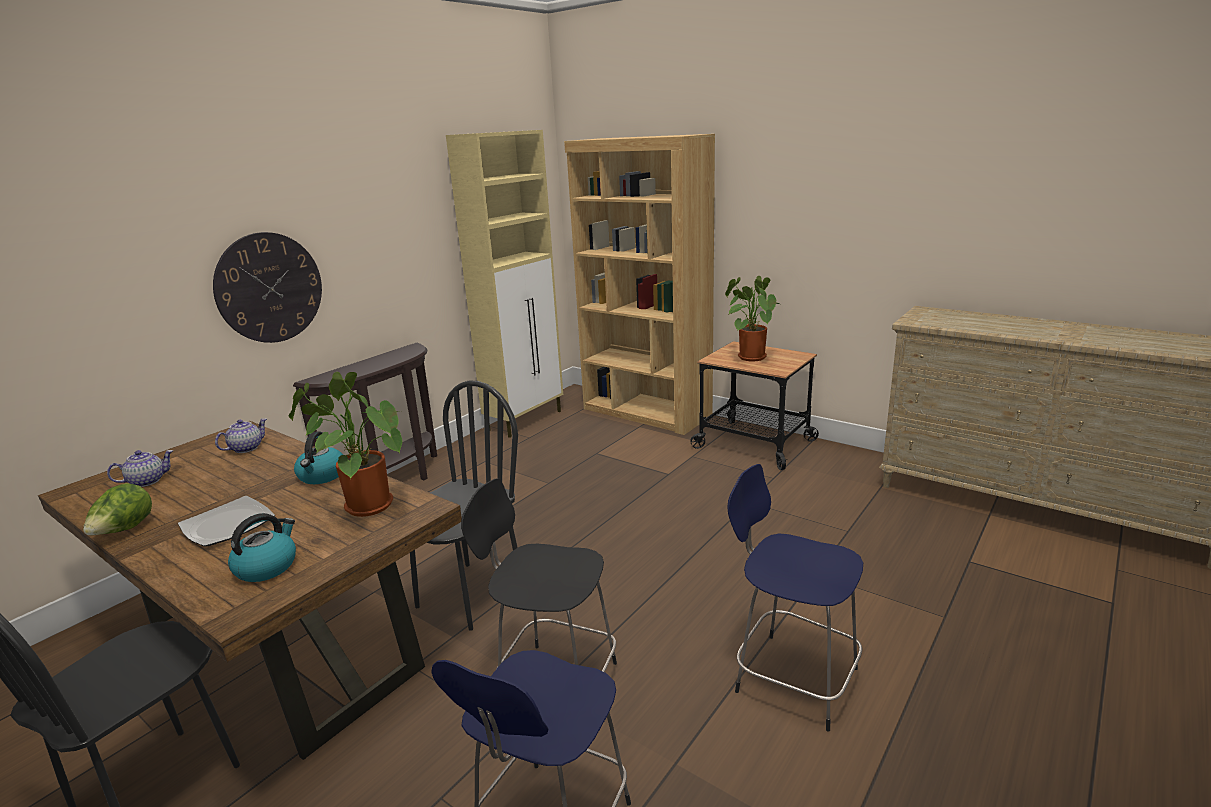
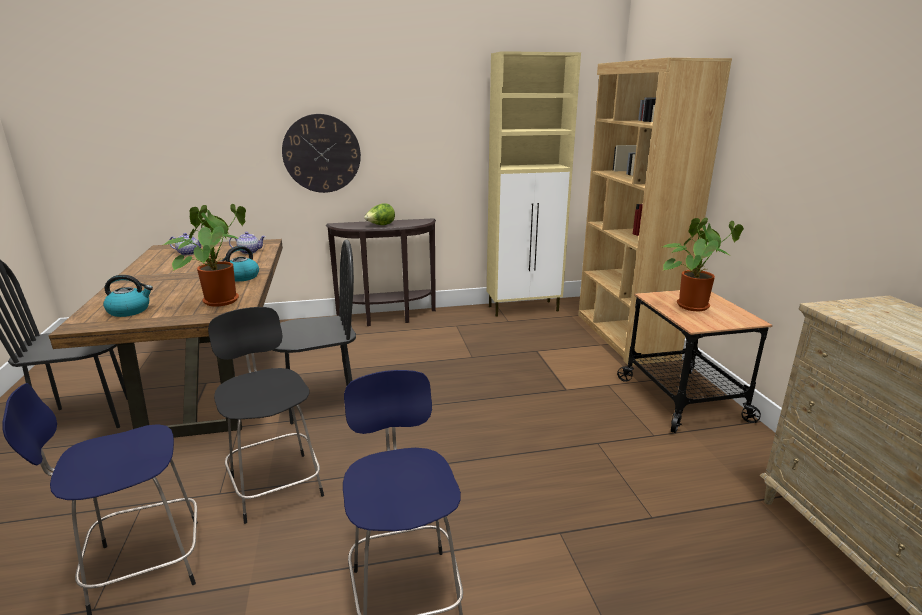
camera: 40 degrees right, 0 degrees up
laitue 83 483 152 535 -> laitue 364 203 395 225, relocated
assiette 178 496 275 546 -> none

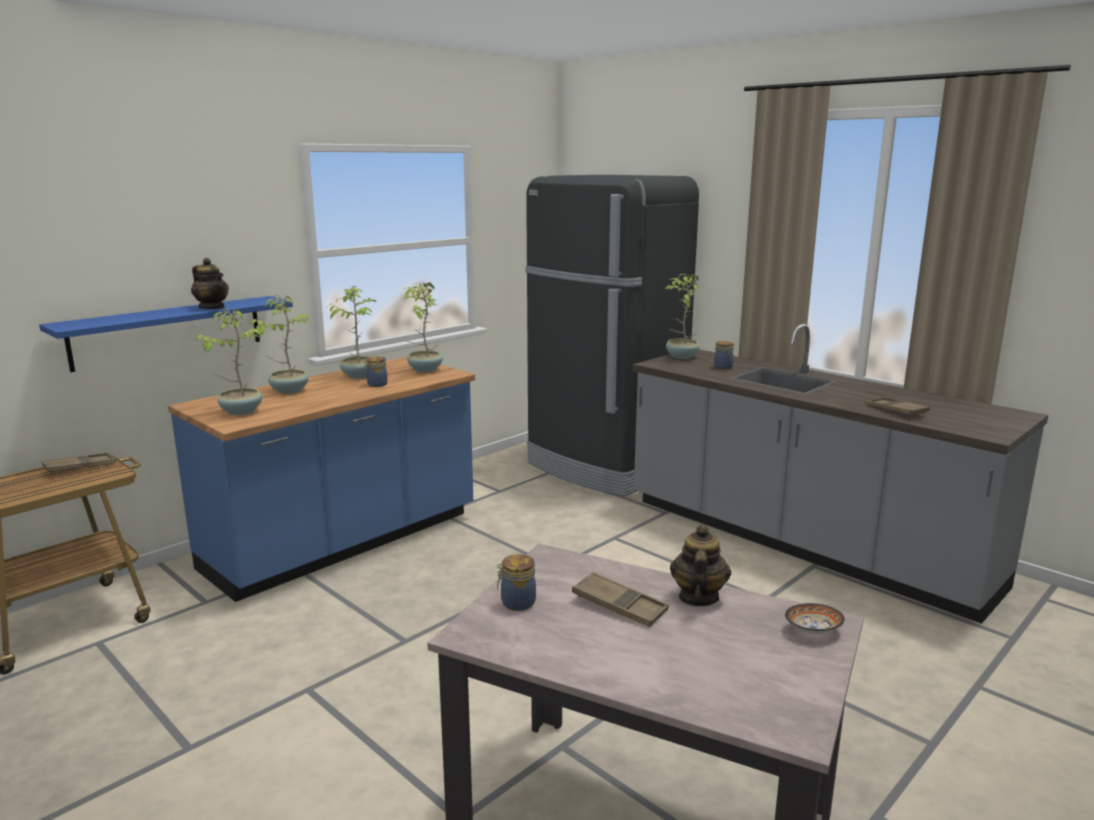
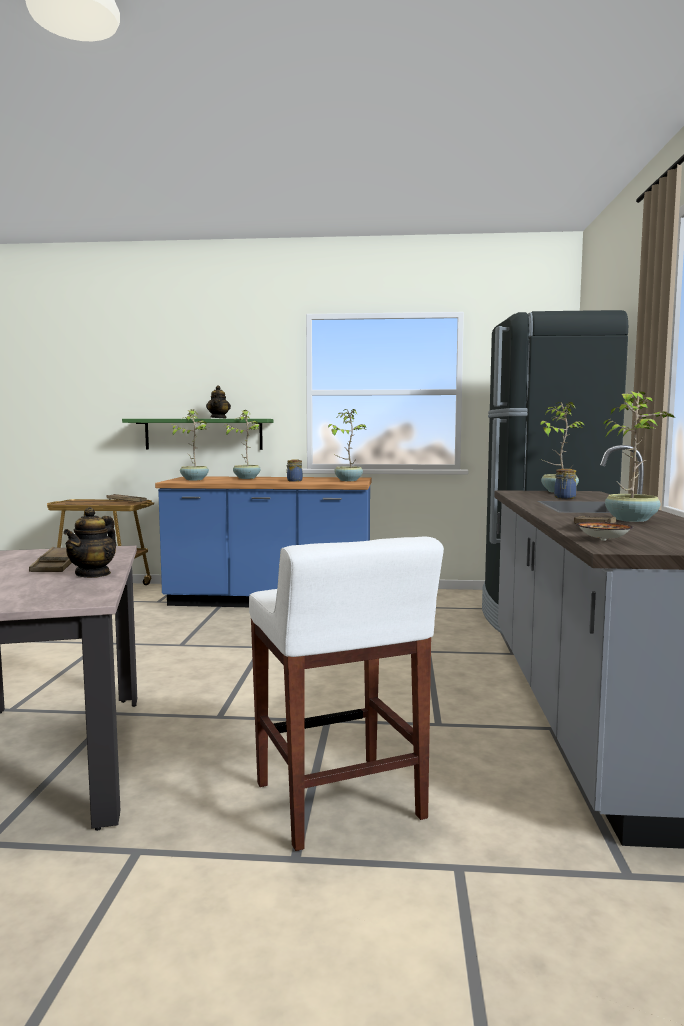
camera: 50 degrees right, 10 degrees down
plante en pot 327 286 377 379 -> plante en pot 603 391 675 522, relocated
étagère/bleu 39 296 293 372 -> étagère/vert 122 419 273 450
théière 670 524 731 606 -> théière 63 507 117 578, 135 degrees clockwise
bocal 497 554 536 611 -> none
bol 785 603 845 634 -> bol 576 522 633 541, relocated
none -> tabouret/blanc 249 536 444 851

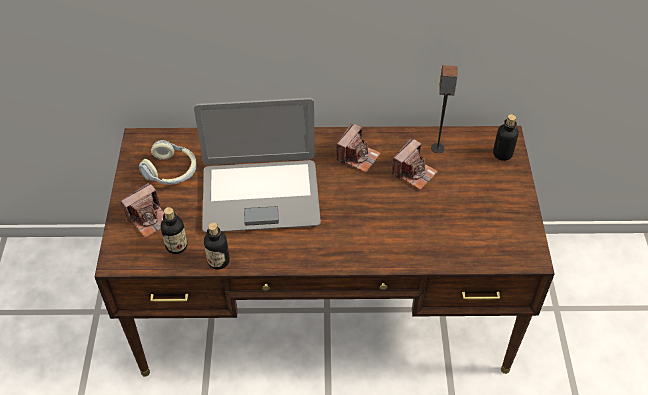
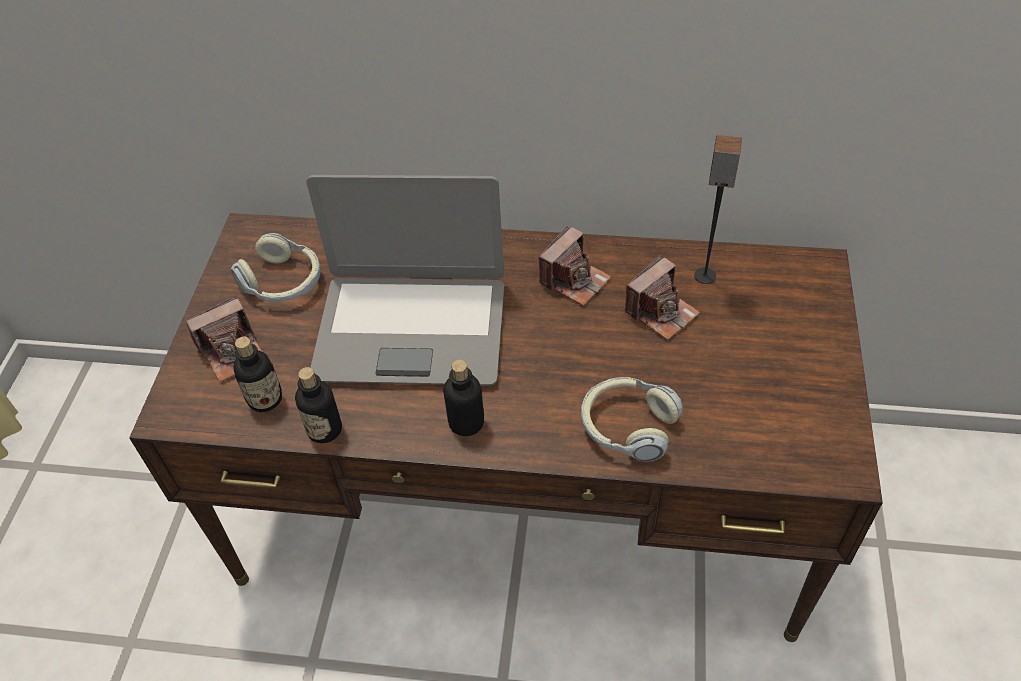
camera: 10 degrees right, 0 degrees up
bouteille 493 114 519 161 -> bouteille 443 360 484 436, relocated
none -> casque audio 581 377 683 462

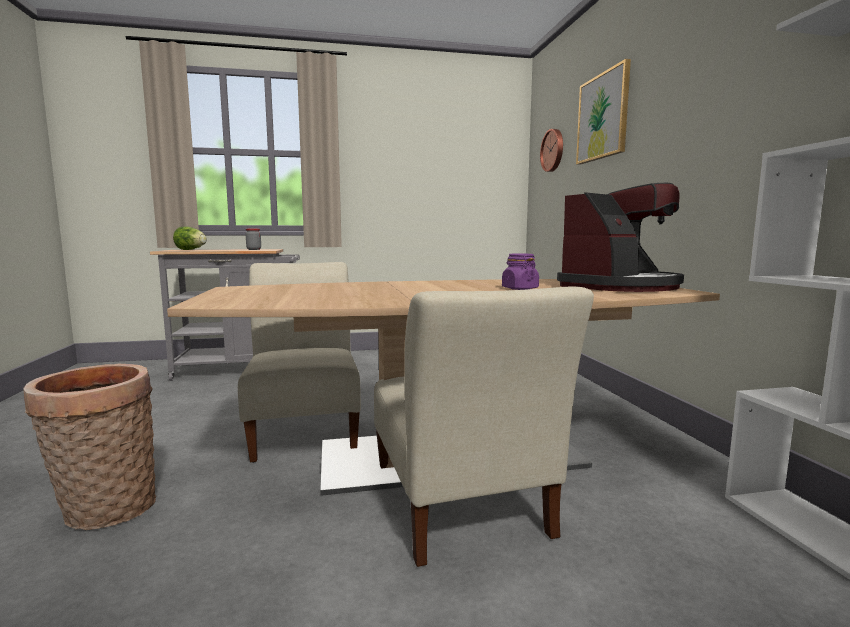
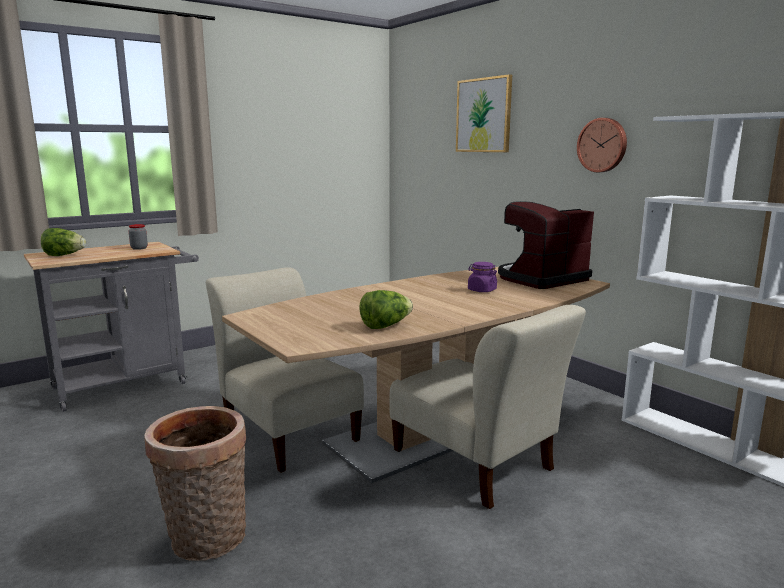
camera: 25 degrees left, 5 degrees up
horloge murale 540 129 563 172 -> horloge murale 577 118 627 172, relocated
machine à café 557 183 684 292 -> machine à café 498 201 594 289, 150 degrees counterclockwise
none -> laitue 359 290 413 329

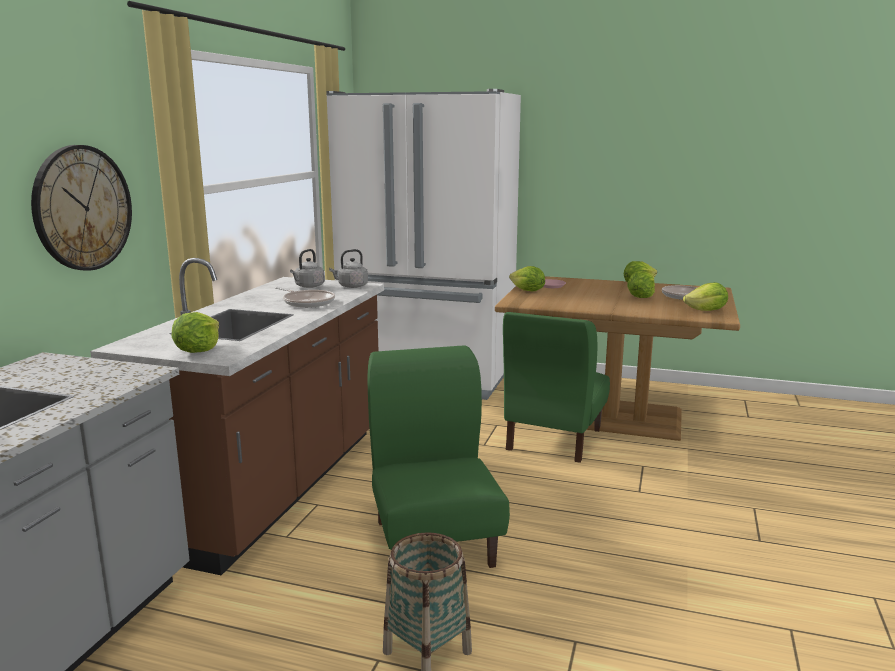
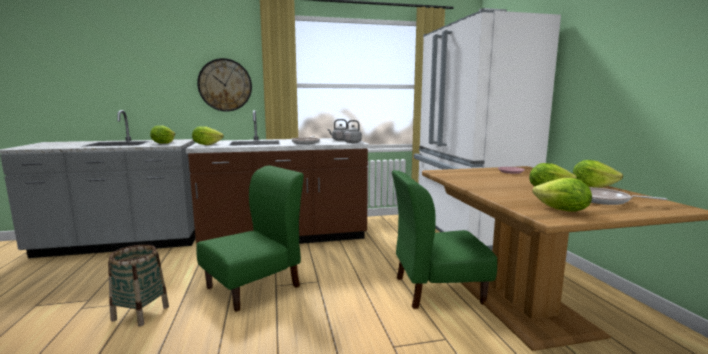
camera: 60 degrees right, 5 degrees down
laitue 509 266 545 292 -> laitue 150 125 176 144, relocated

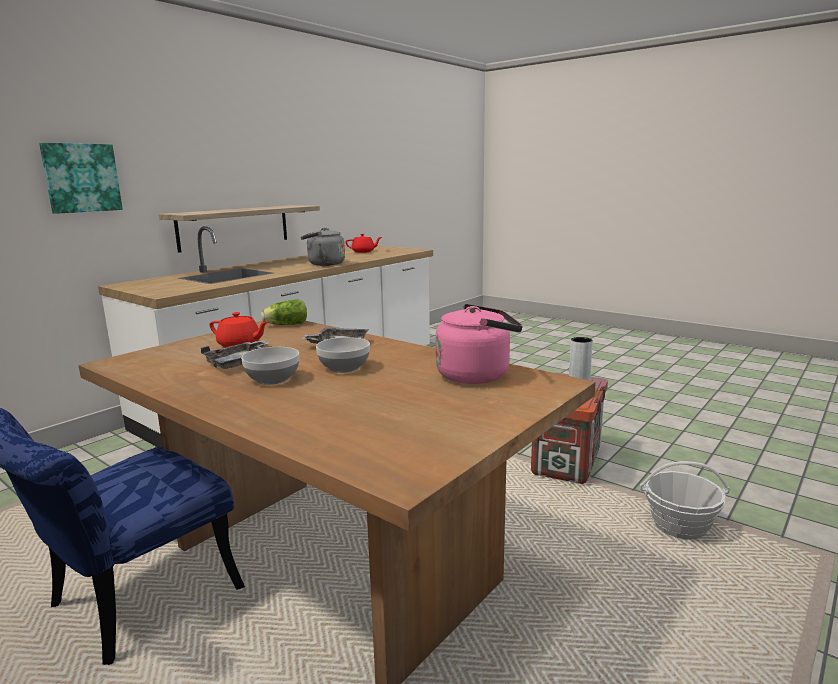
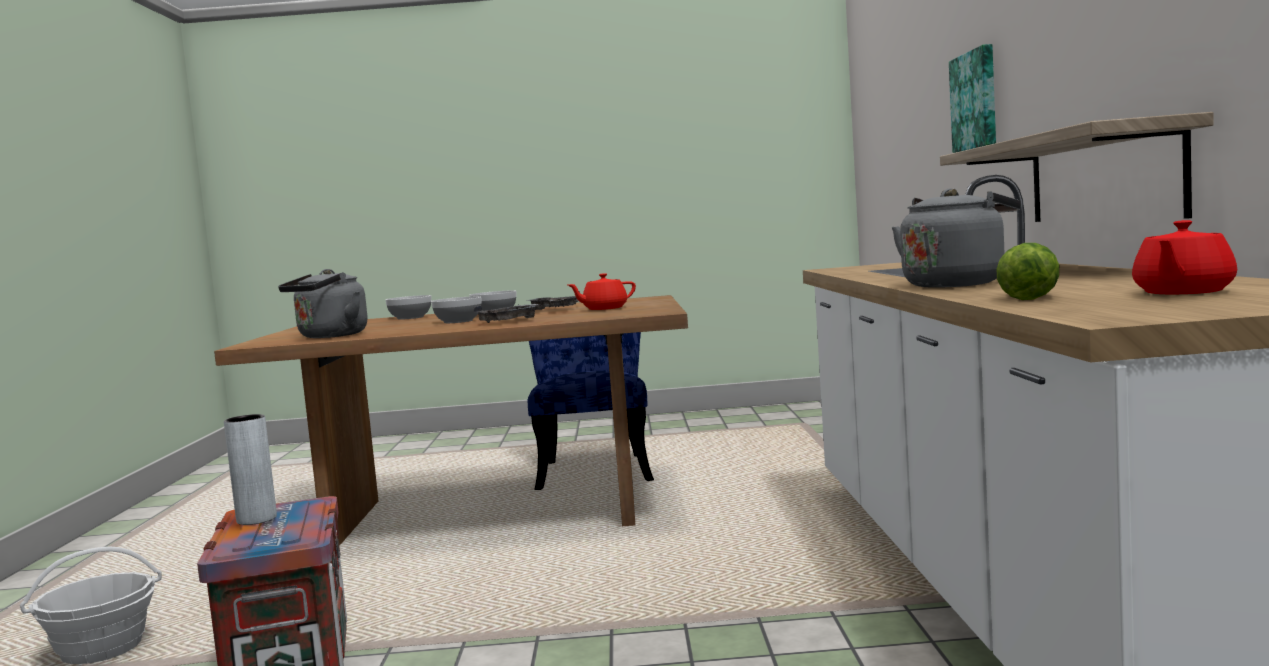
camera: 140 degrees right, 10 degrees down
laitue 261 300 307 325 -> laitue 996 243 1059 300, relocated
bouilloire/rose 435 304 523 384 -> bouilloire/gris 278 269 368 338
none -> bol 385 295 432 320

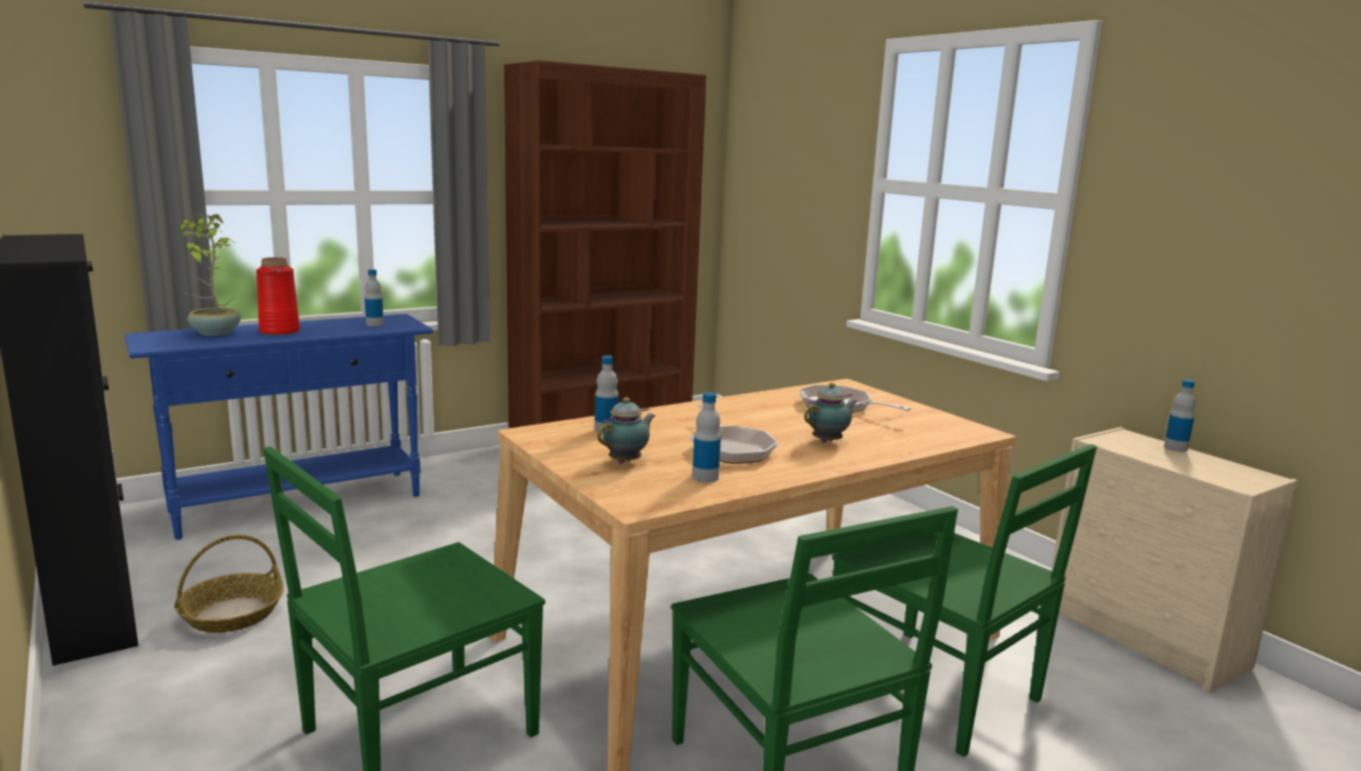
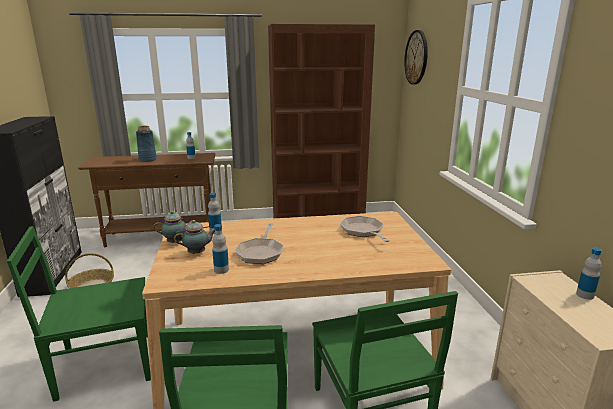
camera: 25 degrees right, 5 degrees up
plante en pot 179 214 241 336 -> none
vase/rouge 256 257 300 335 -> vase/bleu 136 126 157 162
table console/bleu 124 314 433 540 -> table console/marron 78 153 215 247
théière 804 383 858 443 -> théière 153 211 192 243, relocated
none -> horloge murale 404 30 428 85

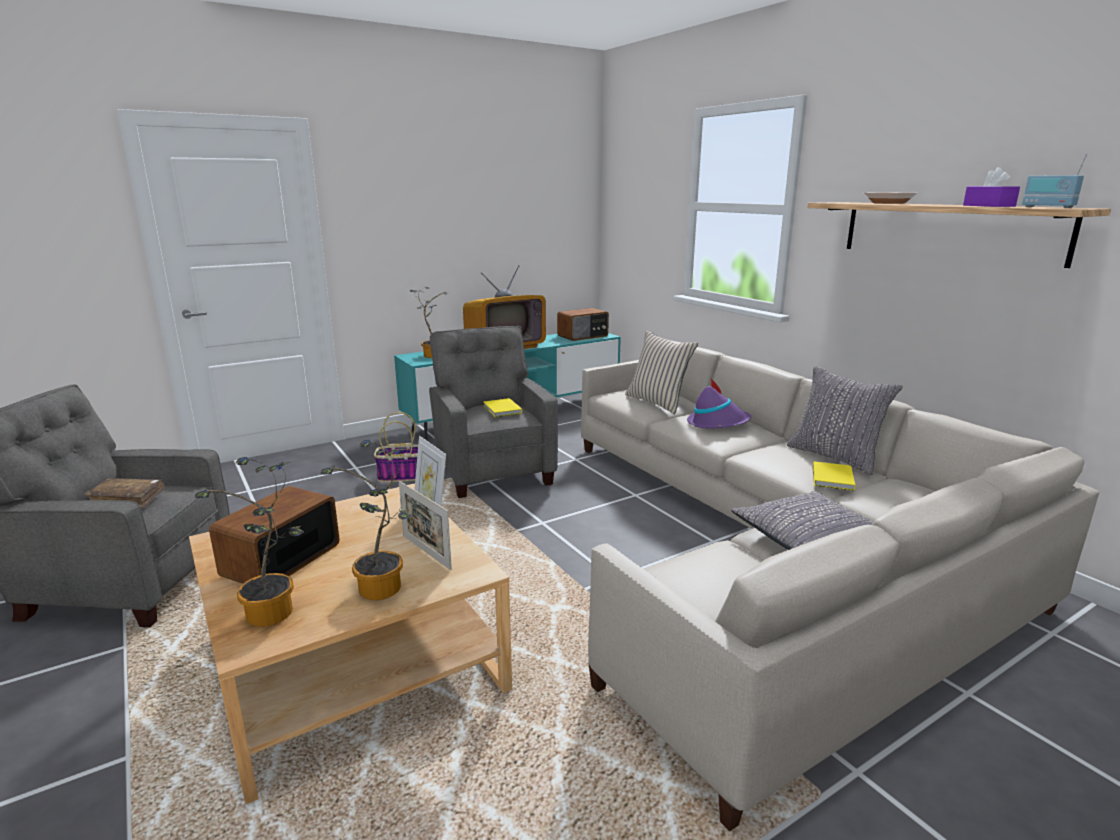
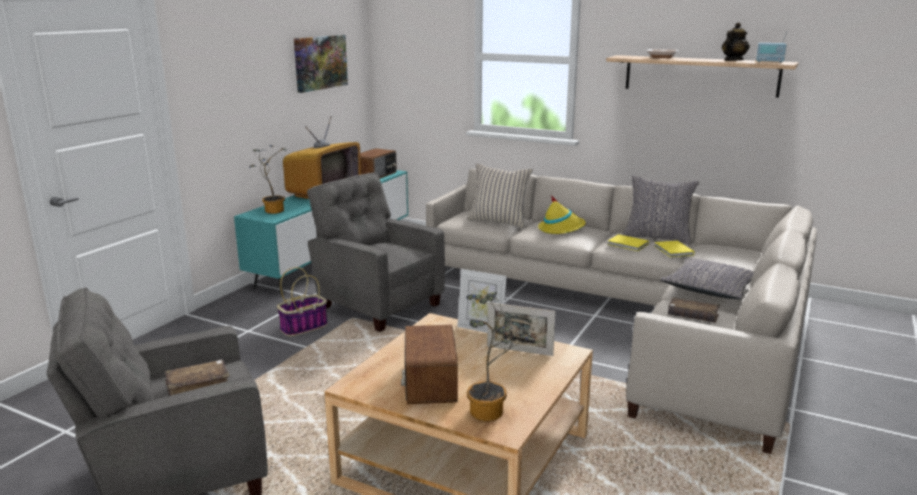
camera: 30 degrees left, 0 degrees up
boîte à mouchoirs/violet 963 167 1020 207 -> théière 722 22 750 61
chapeau/violet 687 377 751 429 -> chapeau/jaune 538 194 586 234
livre/jaune 484 398 522 417 -> livre/jaune 607 234 649 251, relocated
plante en pot 321 440 412 600 -> none
none -> tableau 294 35 348 93
none -> livre/marron 668 297 720 323

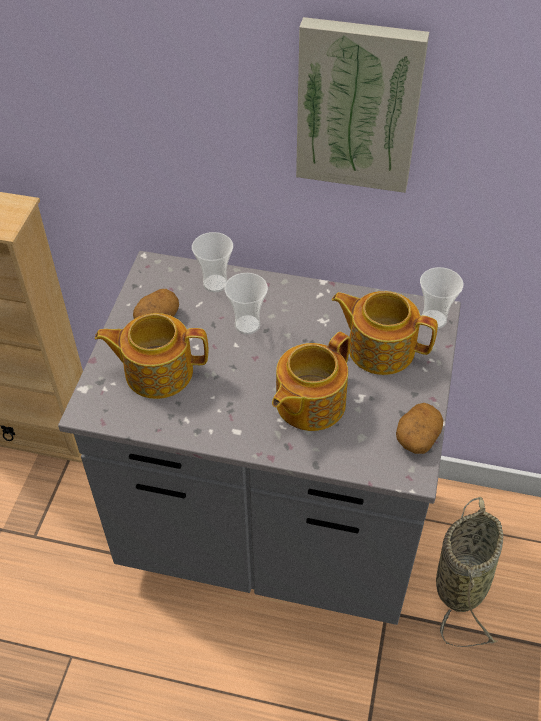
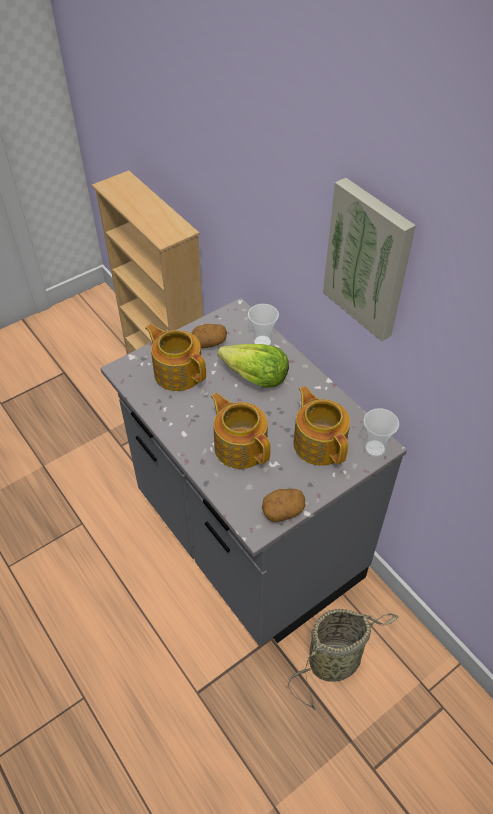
camera: 40 degrees right, 0 degrees up
tasse 224 273 268 334 -> laitue 217 344 289 388
théière 272 332 350 431 -> théière 211 392 270 469, 60 degrees clockwise

